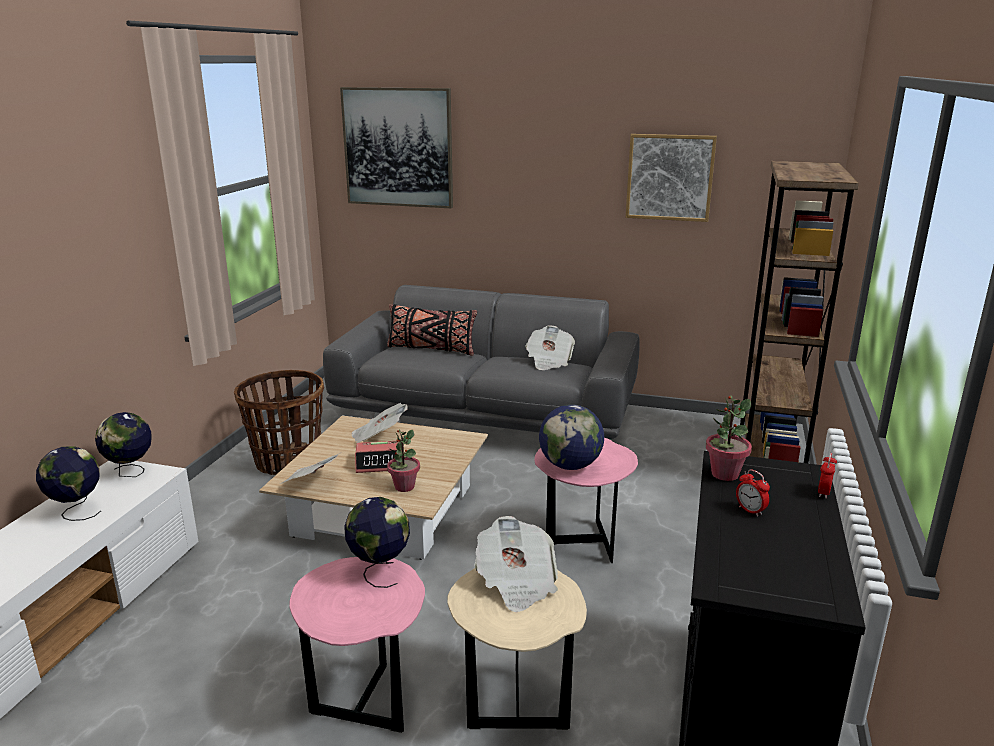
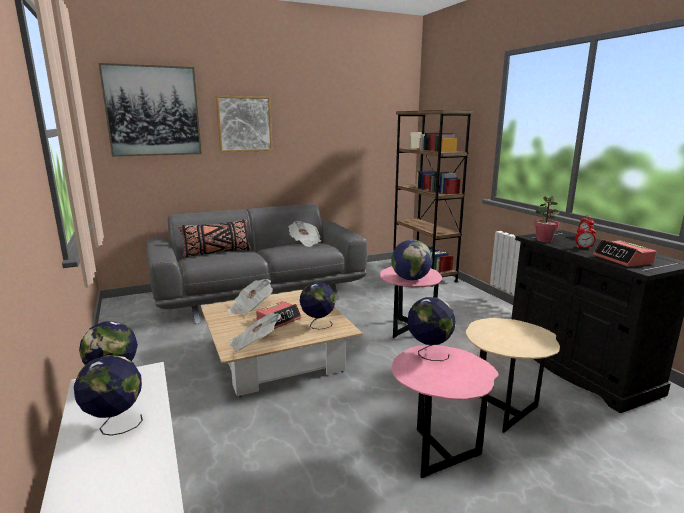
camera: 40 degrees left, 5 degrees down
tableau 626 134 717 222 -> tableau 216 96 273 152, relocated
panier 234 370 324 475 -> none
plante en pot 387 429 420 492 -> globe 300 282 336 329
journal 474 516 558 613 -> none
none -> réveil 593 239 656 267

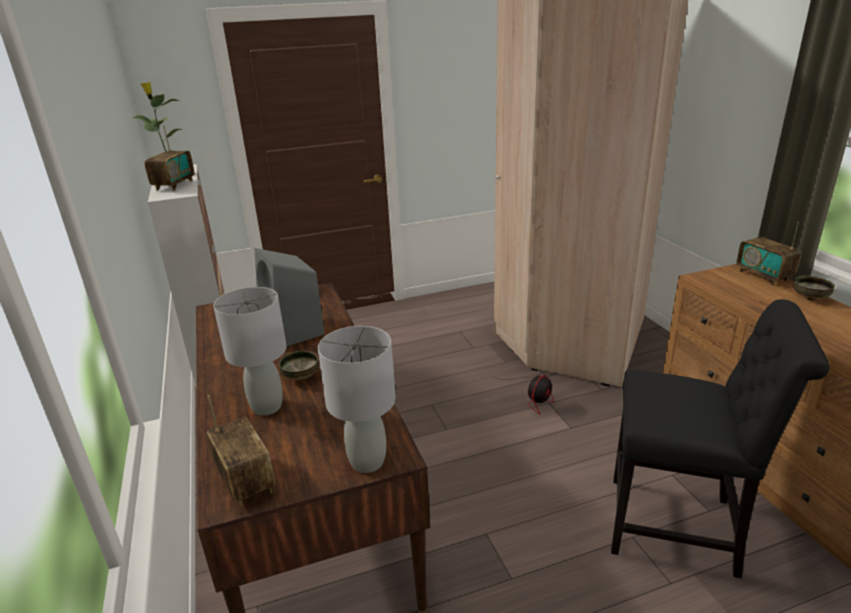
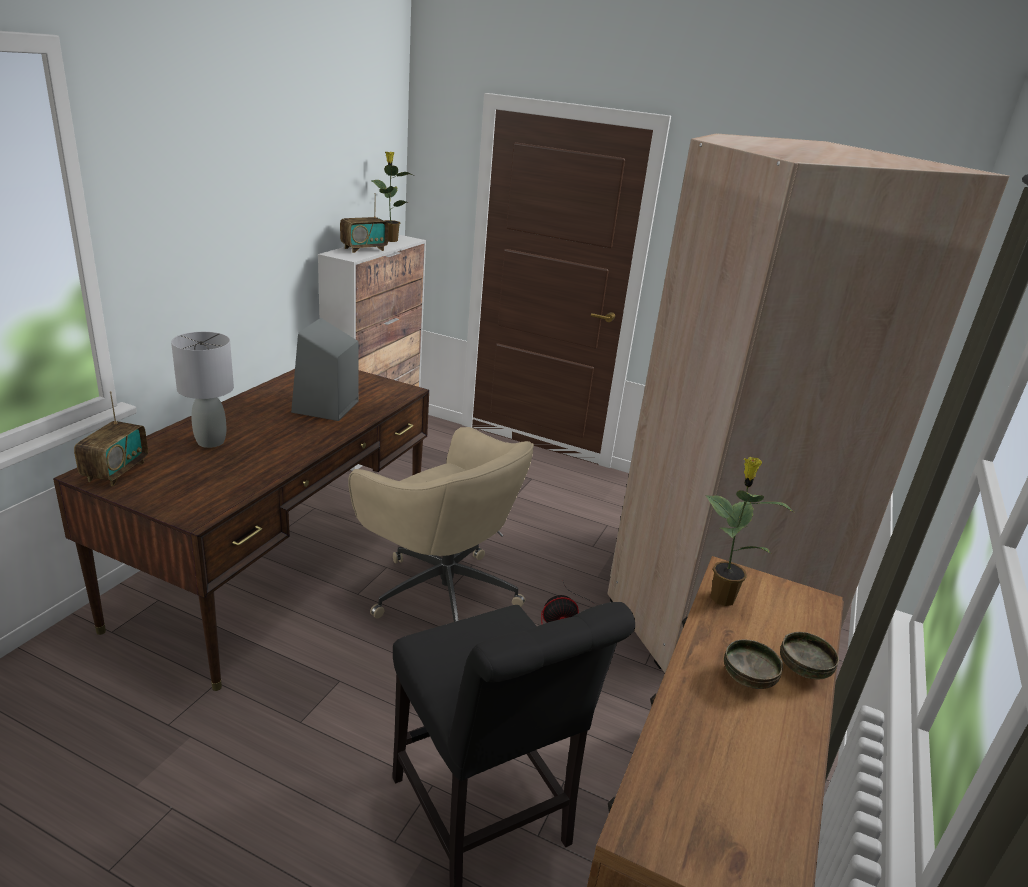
camera: 40 degrees right, 0 degrees up
radio 736 222 801 286 -> none
lampe de table/gris 318 326 396 473 -> none
bol 279 351 319 380 -> bol 724 639 783 689, relocated
none -> chaise de bureau/beige 348 427 534 622
none -> plante en pot 705 457 794 606

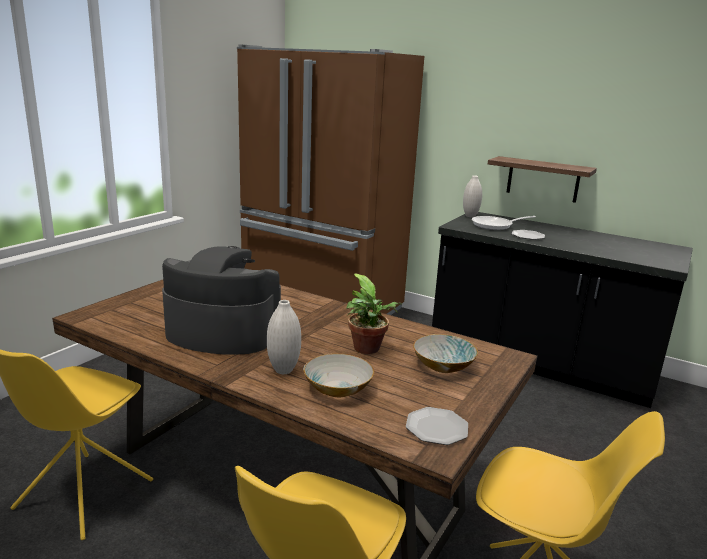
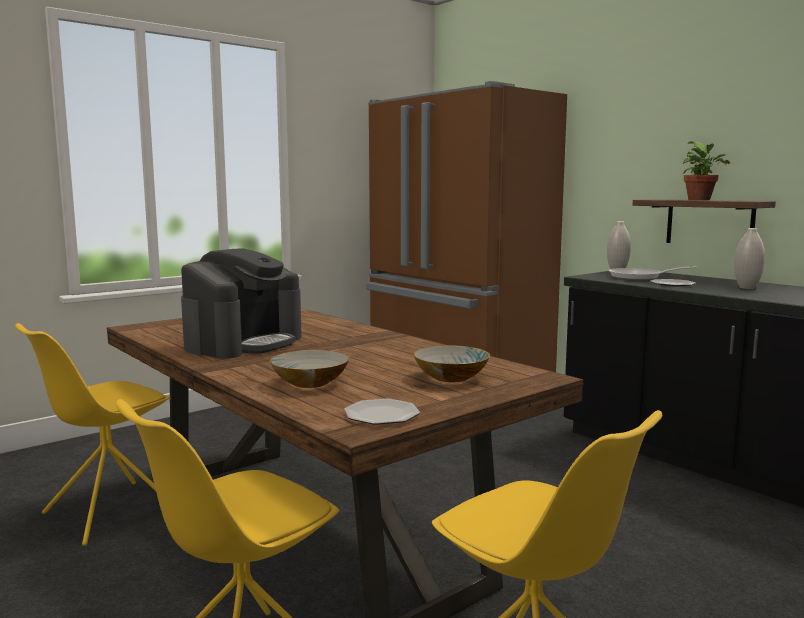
camera: 20 degrees right, 10 degrees down
machine à café 162 246 281 355 -> machine à café 181 248 302 359, 90 degrees clockwise
plante en pot 346 273 403 354 -> plante en pot 682 141 730 200, relocated
vase/blanc 267 300 301 374 -> vase/blanc 734 228 765 289, relocated

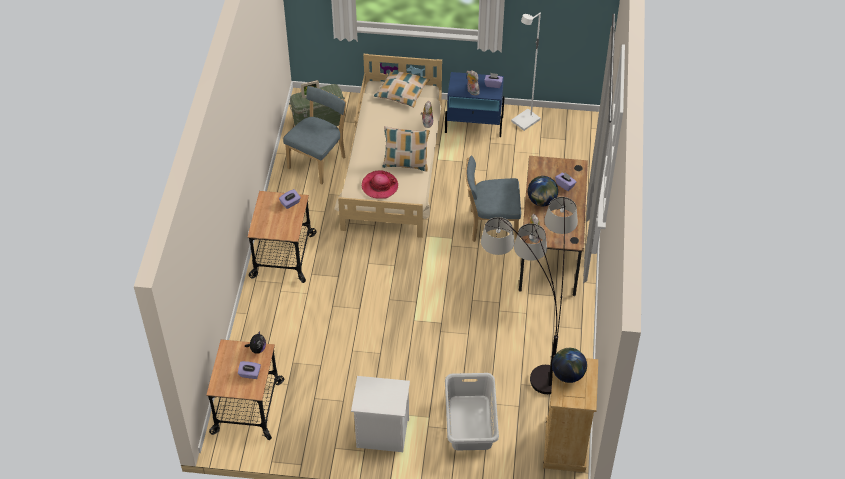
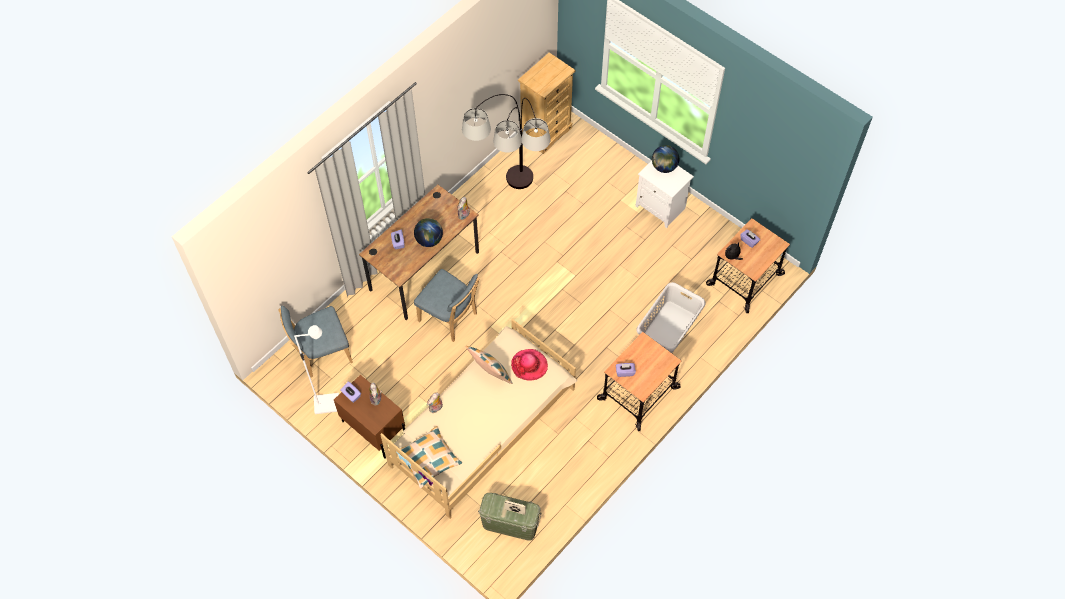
camera: 145 degrees left, 10 degrees up
table de chevet/bleu 445 72 504 137 -> table de chevet/marron 334 375 405 459
chaise/bleu 283 86 346 184 -> chaise/bleu 279 306 353 377, relocated
globe 552 348 587 383 -> globe 652 145 679 173, relocated
panier à linge/gris 445 373 499 450 -> panier à linge/gris 636 282 706 353, relocated

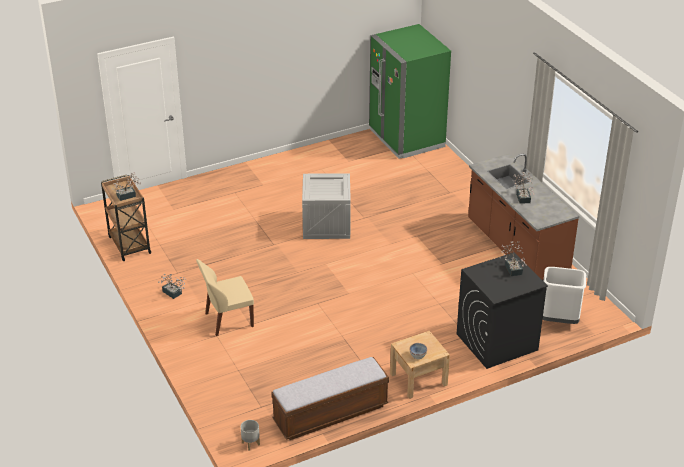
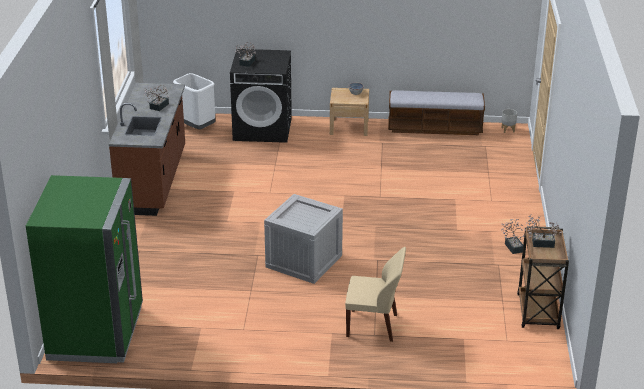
camera: 150 degrees left, 5 degrees down
chaise/beige 196 259 254 336 -> chaise/beige 345 247 406 342, relocated

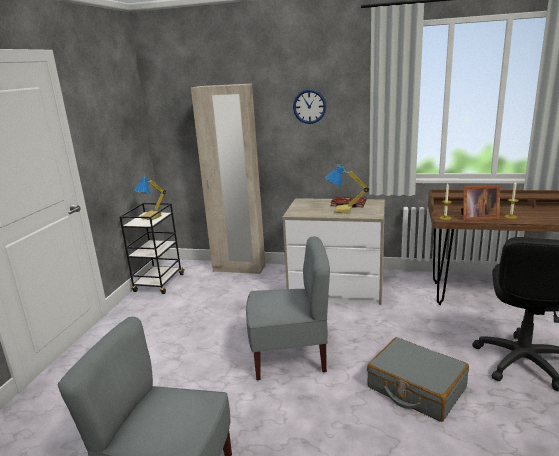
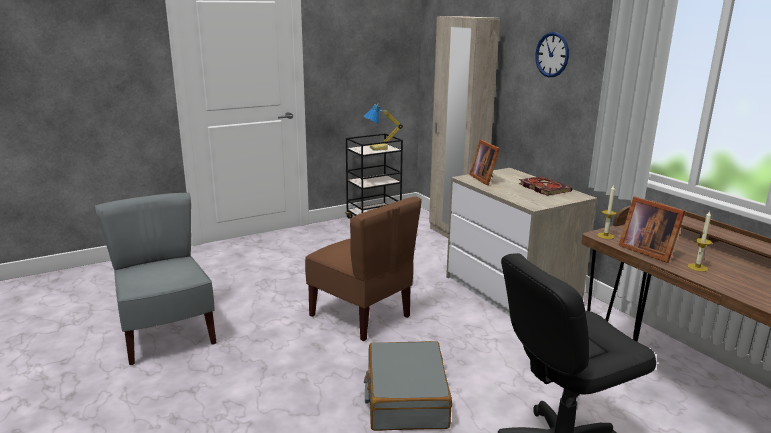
camera: 45 degrees right, 0 degrees up
lampe de table 325 164 370 214 -> none
chaise/gris 246 237 330 381 -> chaise/marron 305 197 422 341
none -> cadre photo 469 140 500 185

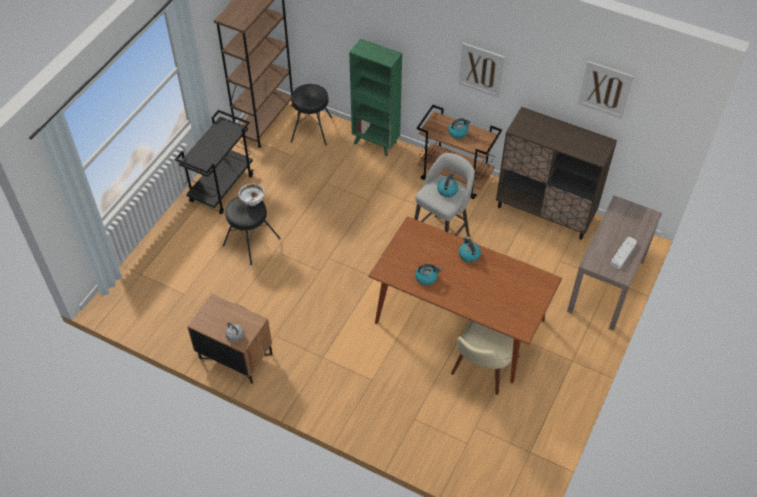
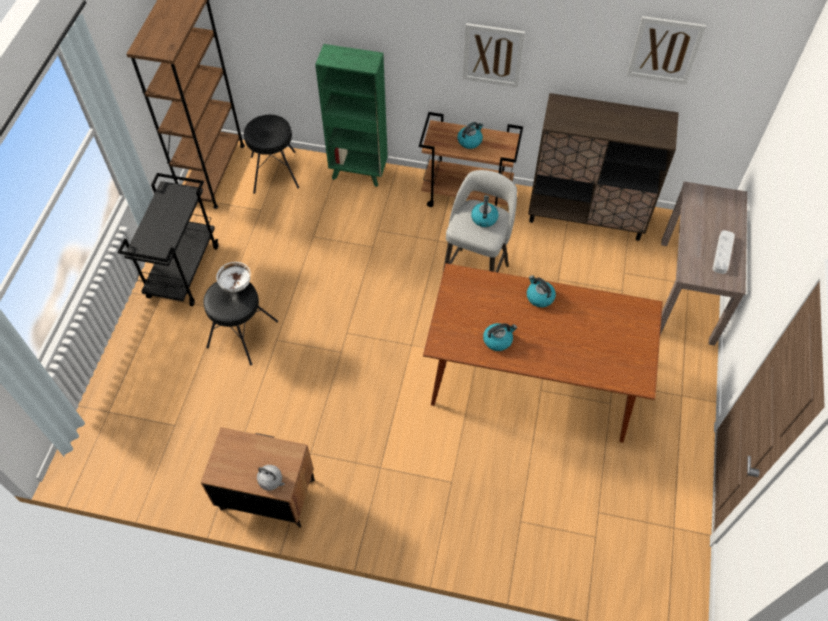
camera: 15 degrees left, 5 degrees up
chaise/beige 451 321 519 395 -> none

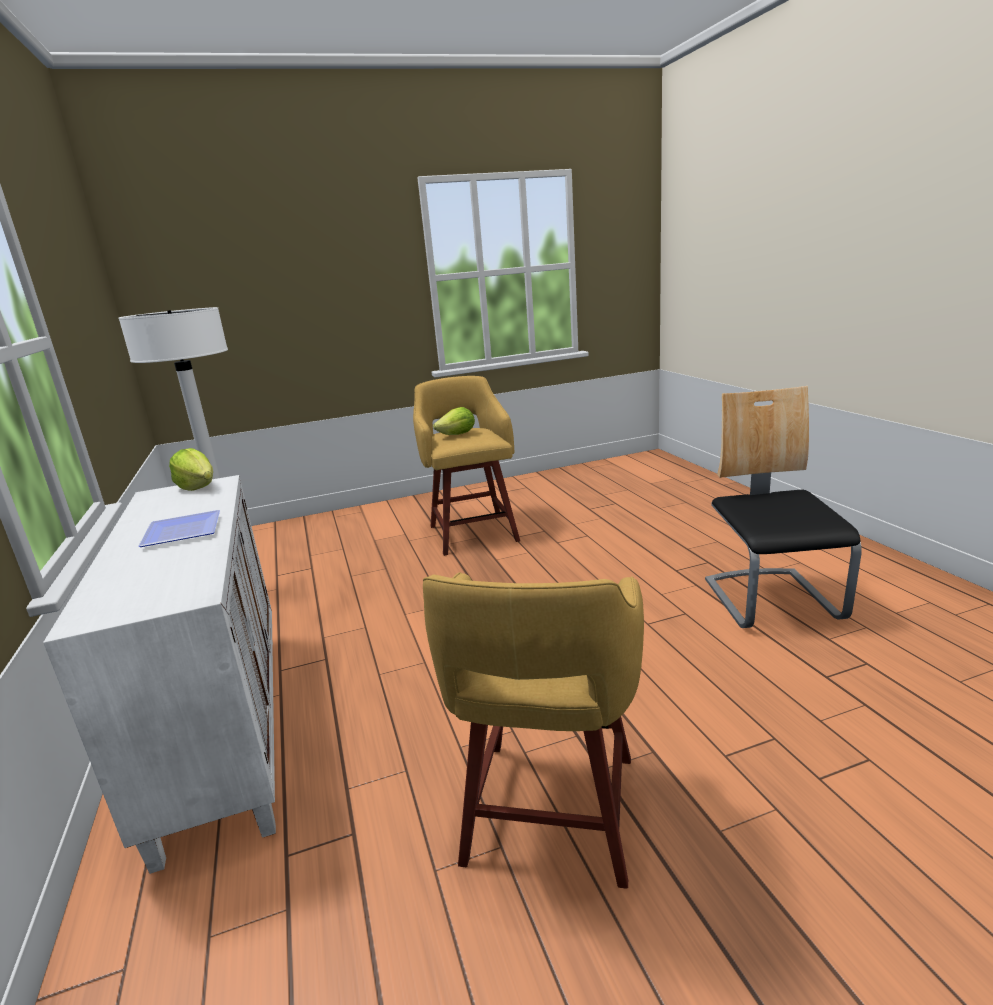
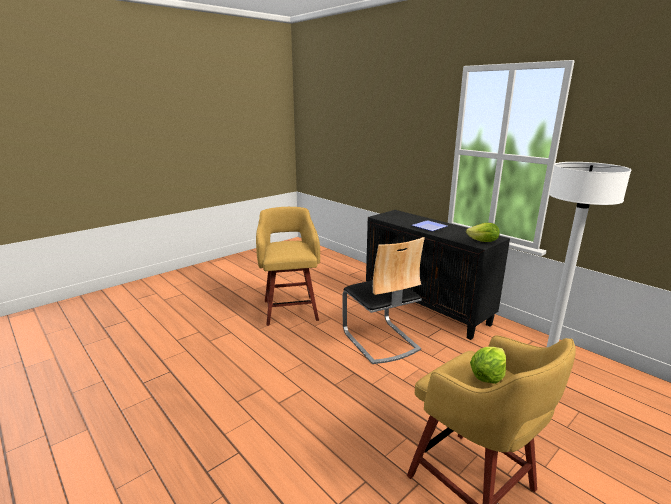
camera: 155 degrees right, 0 degrees up
chaise 705 386 862 628 -> chaise 342 237 425 364, relocated
meuble de rangement/blanc 43 475 276 874 -> meuble de rangement/noir 366 210 510 340

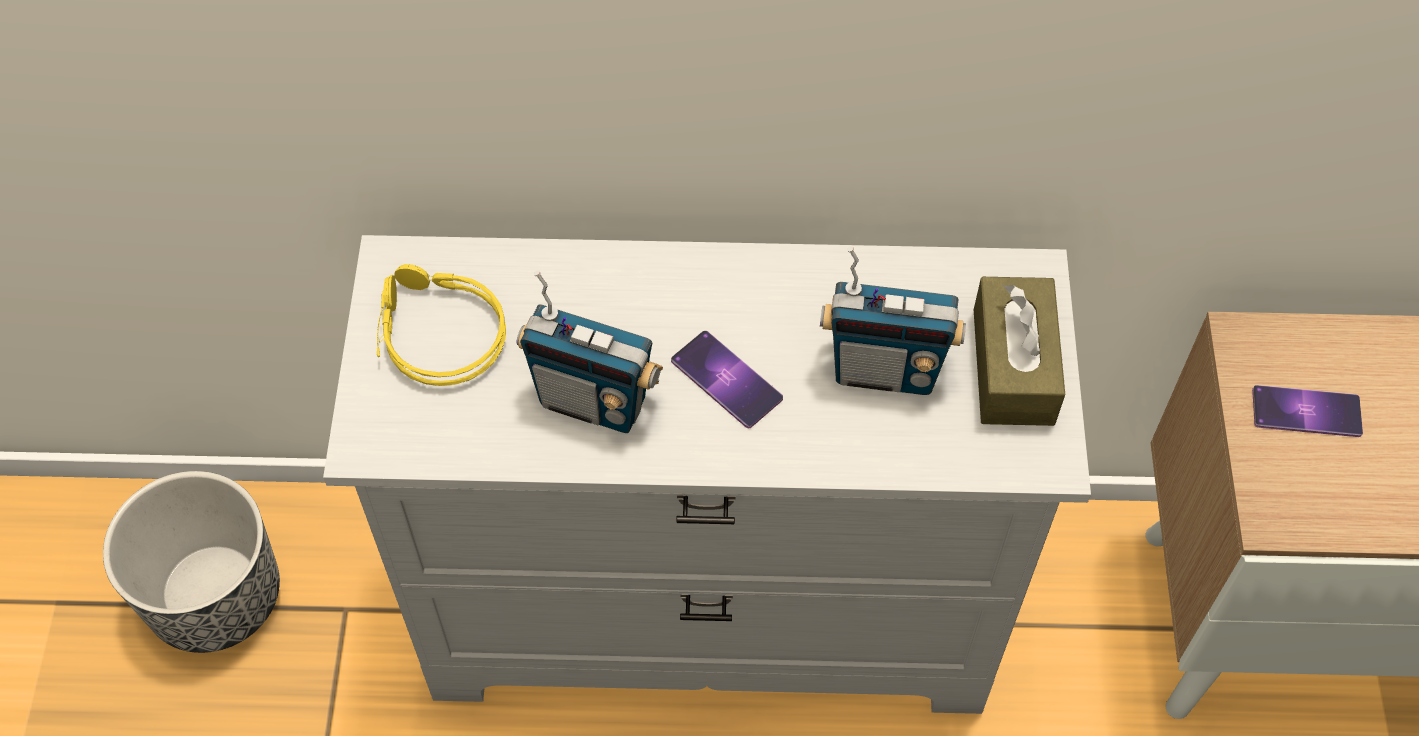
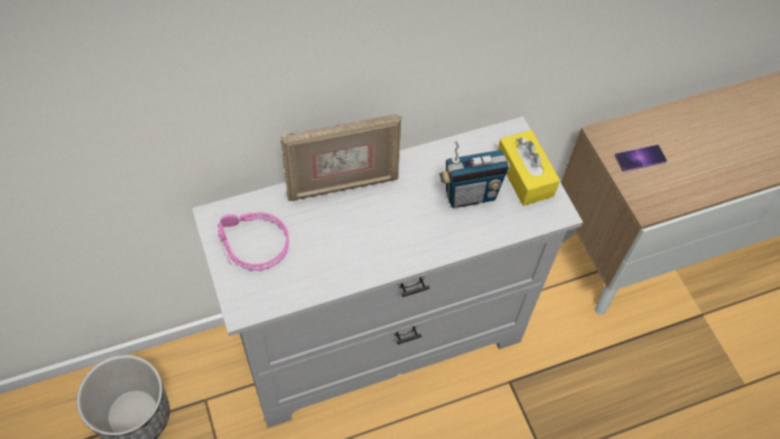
camera: 25 degrees left, 0 degrees up
casque audio/jaune 377 264 506 386 -> casque audio/rose 218 212 289 271
radio 517 270 663 433 -> none
boîte à mouchoirs/marron 974 277 1065 426 -> boîte à mouchoirs/jaune 498 130 560 206
téléphone 671 331 783 428 -> none
none -> cadre photo 281 114 401 201

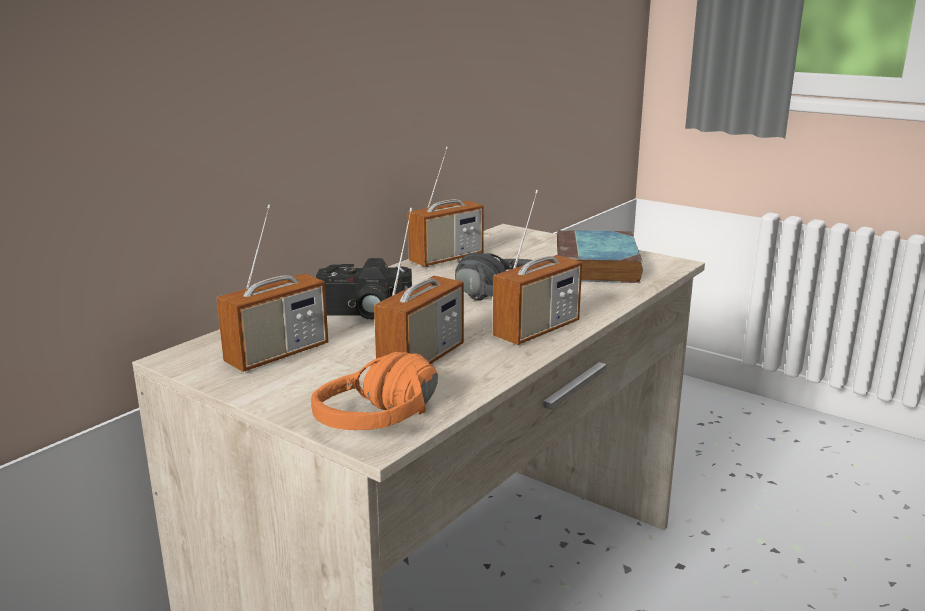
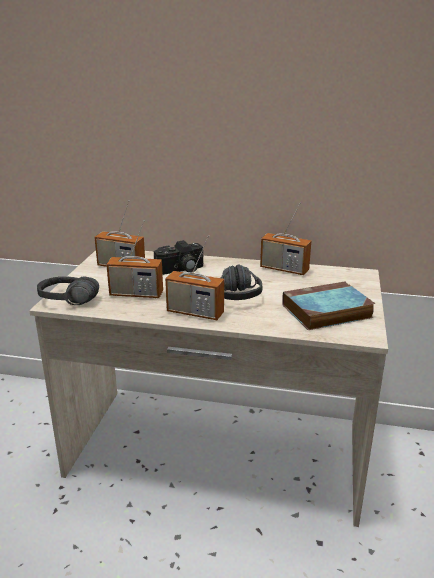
camera: 65 degrees right, 5 degrees up
appareil photo 316 258 412 320 -> appareil photo 154 240 203 275, 90 degrees counterclockwise
casque audio/orange 311 352 438 430 -> casque audio/noir 37 276 99 305

